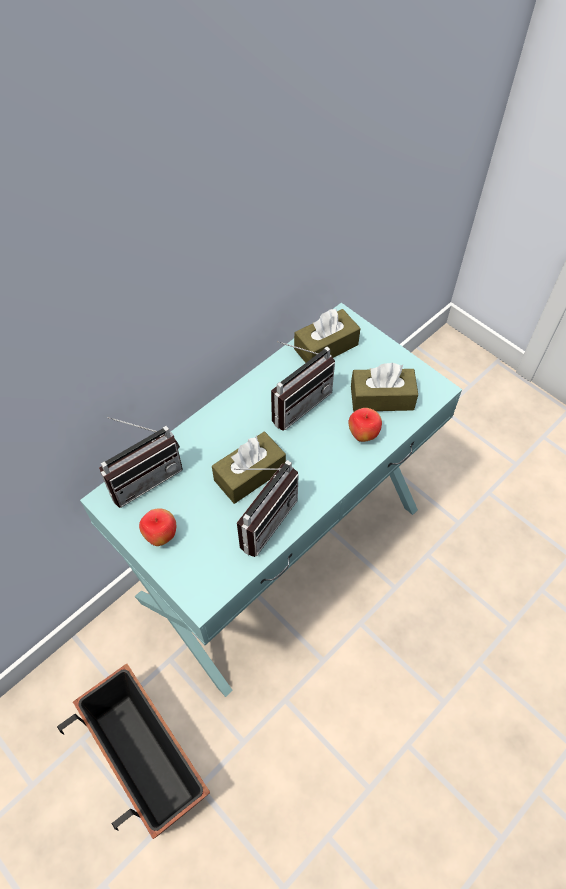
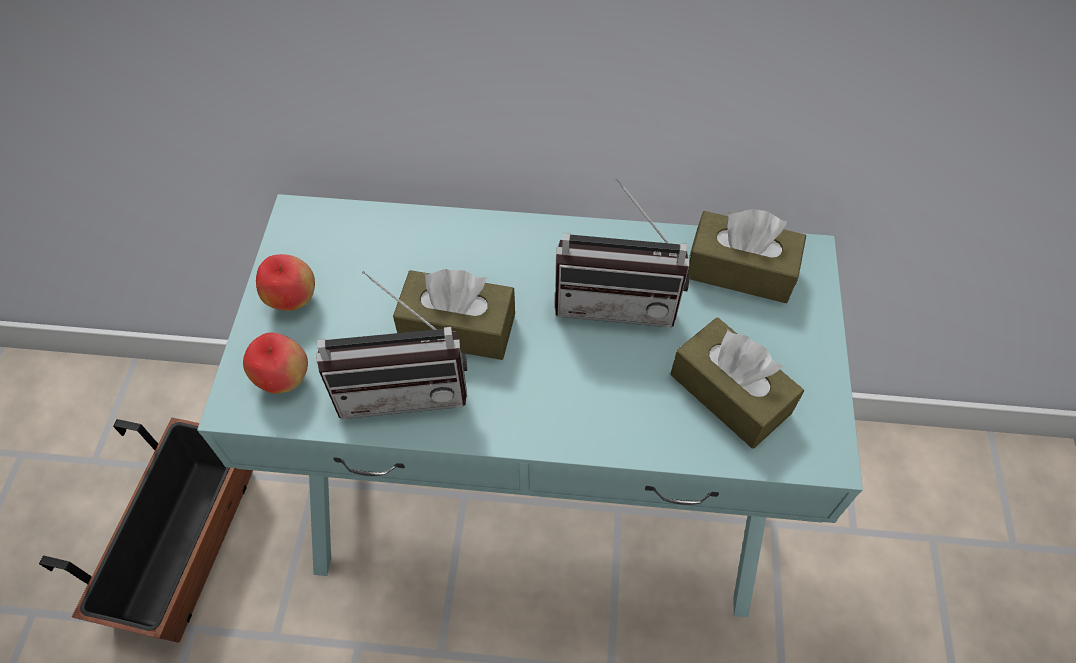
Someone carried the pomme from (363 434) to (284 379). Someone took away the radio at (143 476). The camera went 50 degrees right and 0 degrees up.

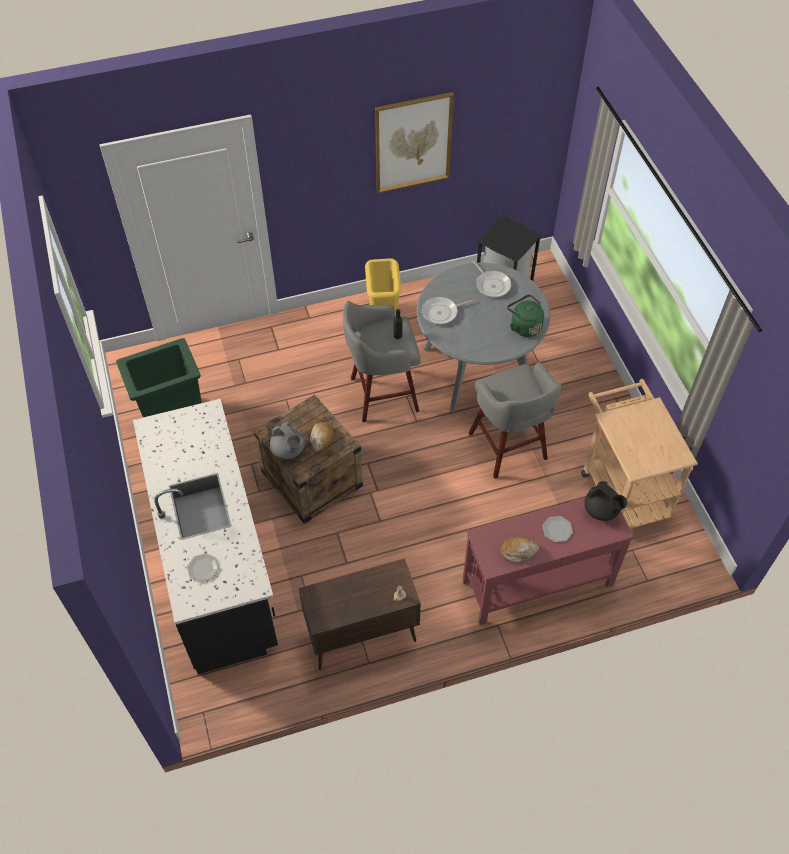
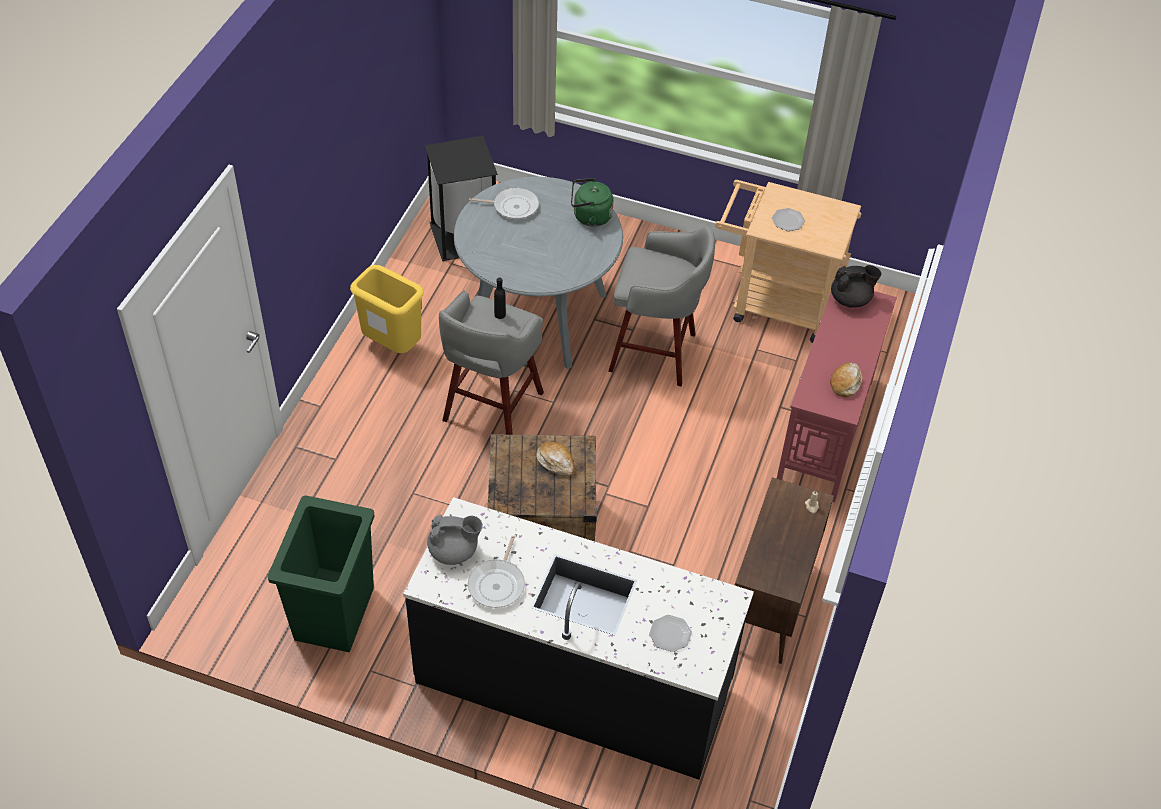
Someone carried the théière [gris] from (288 450) to (454 551). Someone carried the poêle from (442 312) to (498 584). Someone carried the assiette from (557 529) to (788 220). Someone took away the tableau at (413 142). The camera went 55 degrees left and 5 degrees down.

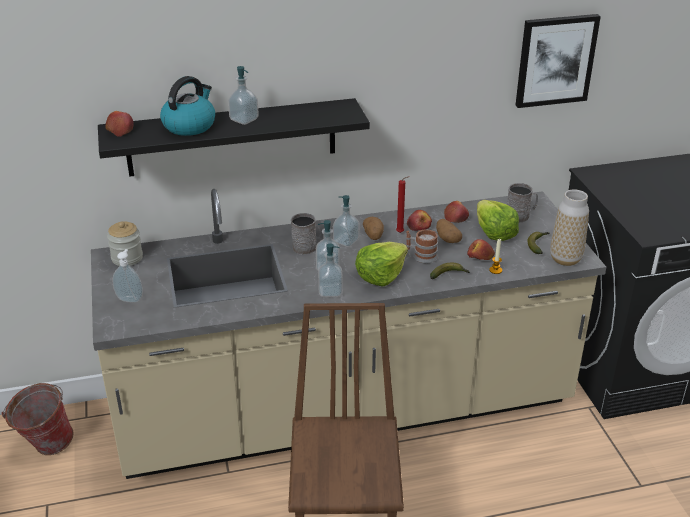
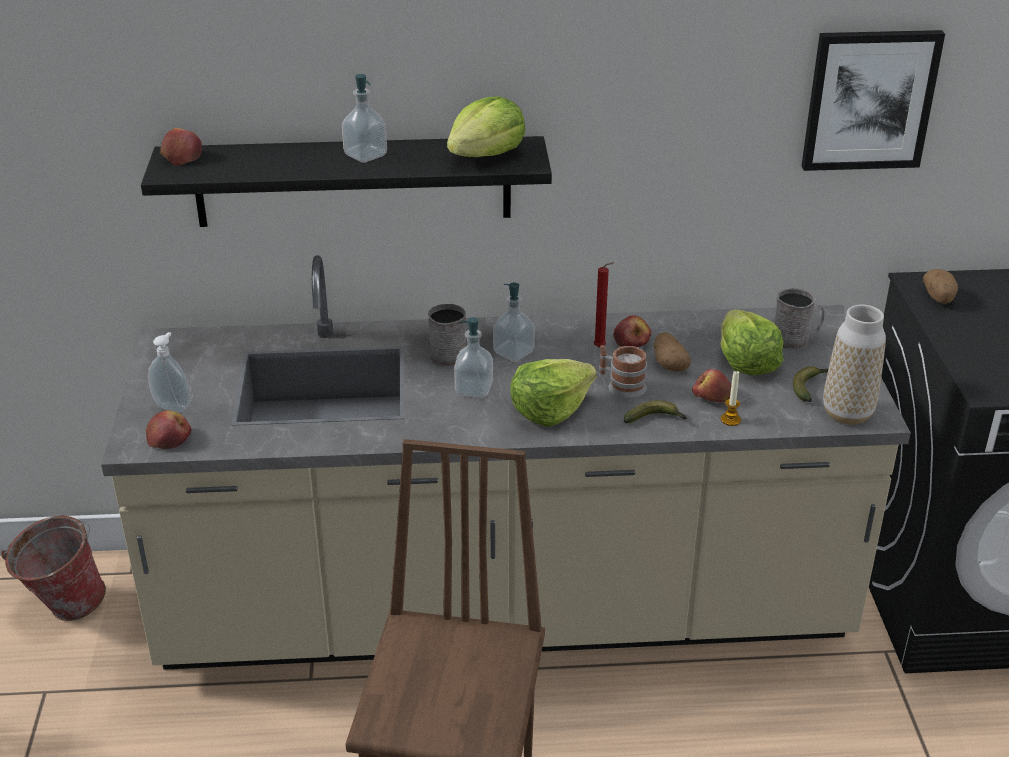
Someone carried the pomme from (456 217) to (170 438). Someone put down the laitue at (486 155). Someone carried the pomme de terre from (373 236) to (939 298). Someone took away the bocal at (127 258). Someone took away the bouilloire at (189 125). Someone took away the distributeur de savon at (330 291). The camera went 10 degrees right and 0 degrees up.

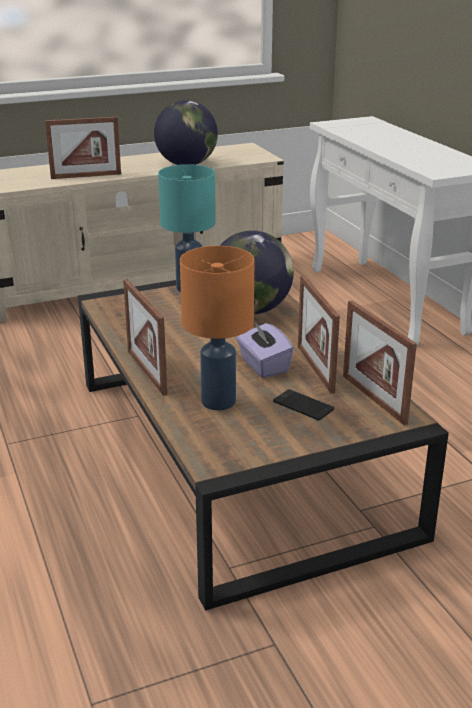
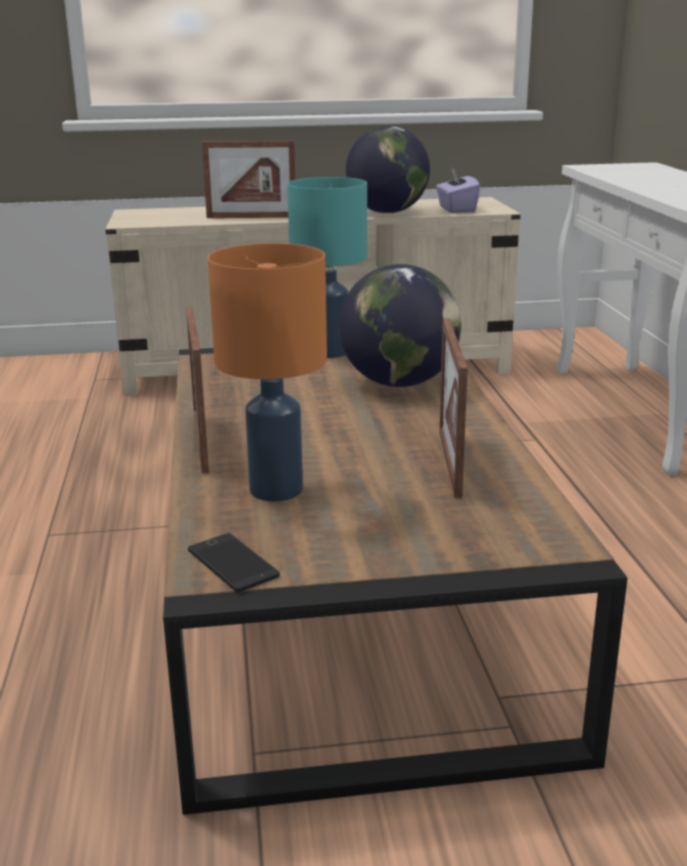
Someone carried the téléphone from (303 405) to (232 563). Someone carried the boîte à mouchoirs [violet] from (263 365) to (456 209). Someone took away the cadre photo at (373 399). The camera went 15 degrees right and 5 degrees down.

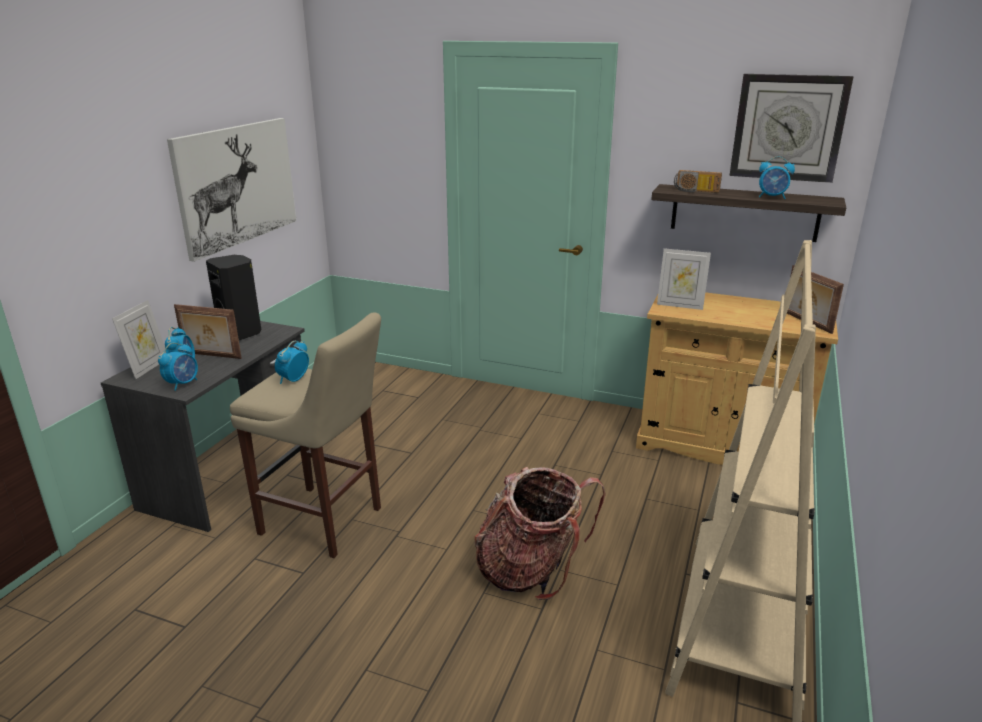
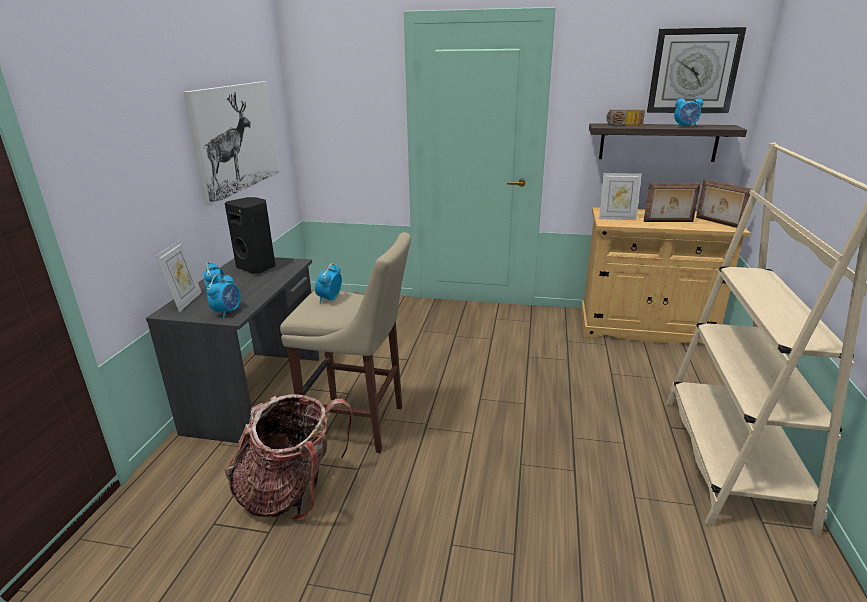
Someone carried the sac à dos from (531 570) to (292 492). Someone carried the cadre photo from (211 356) to (668 222). The camera went 10 degrees left and 0 degrees up.

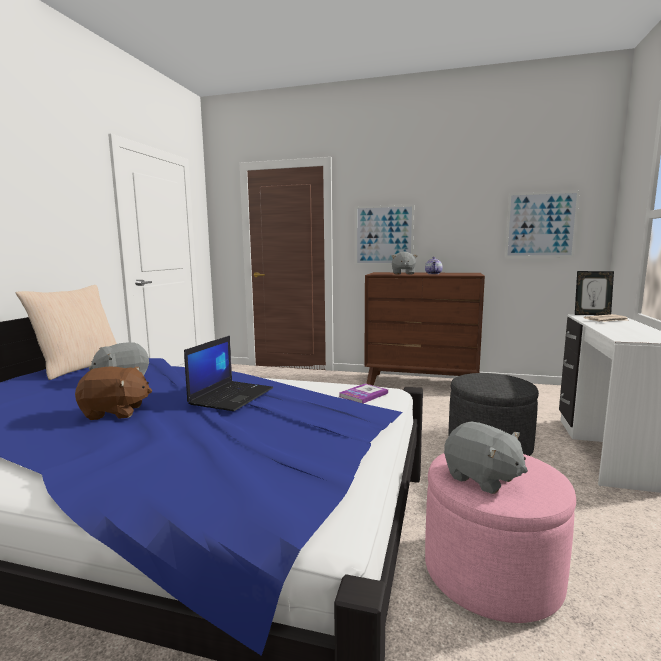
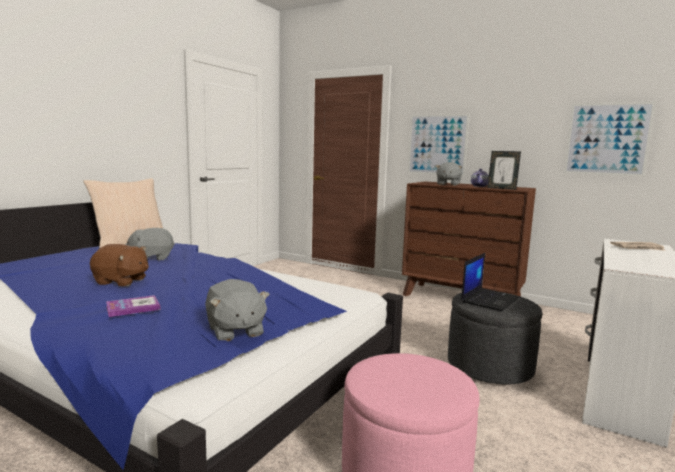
Someone carried the livre from (363 395) to (133 307). Someone carried the peluche [gris] from (482 478) to (235 331). Someone carried the ordinateur portable from (231 396) to (489 299). Someone carried the cadre photo from (591 314) to (502 188). The camera went 15 degrees right and 0 degrees up.

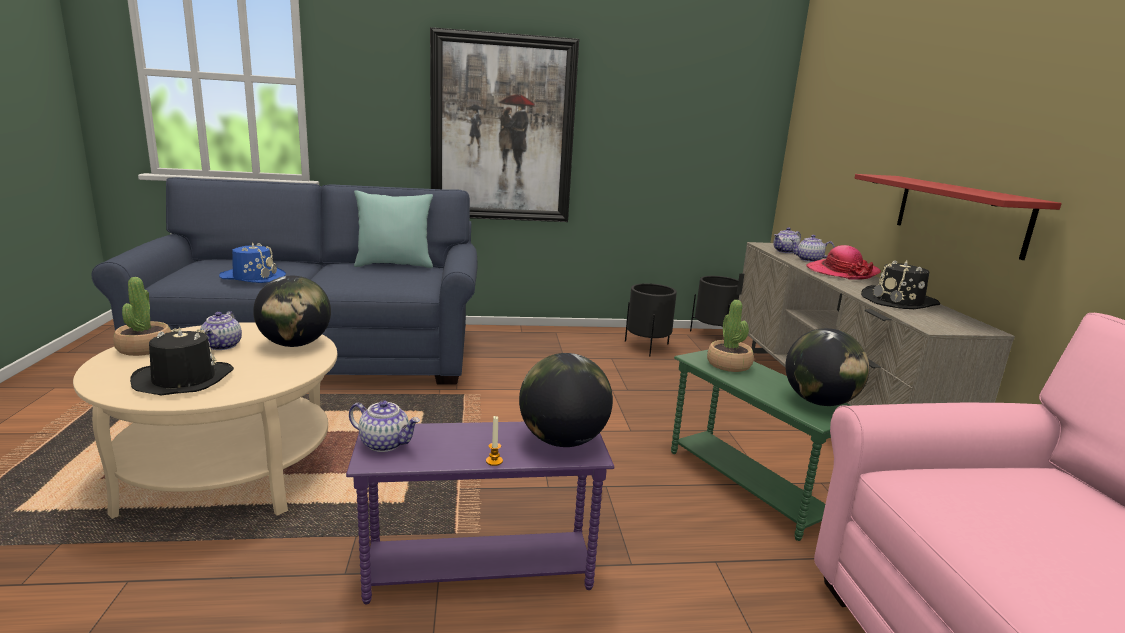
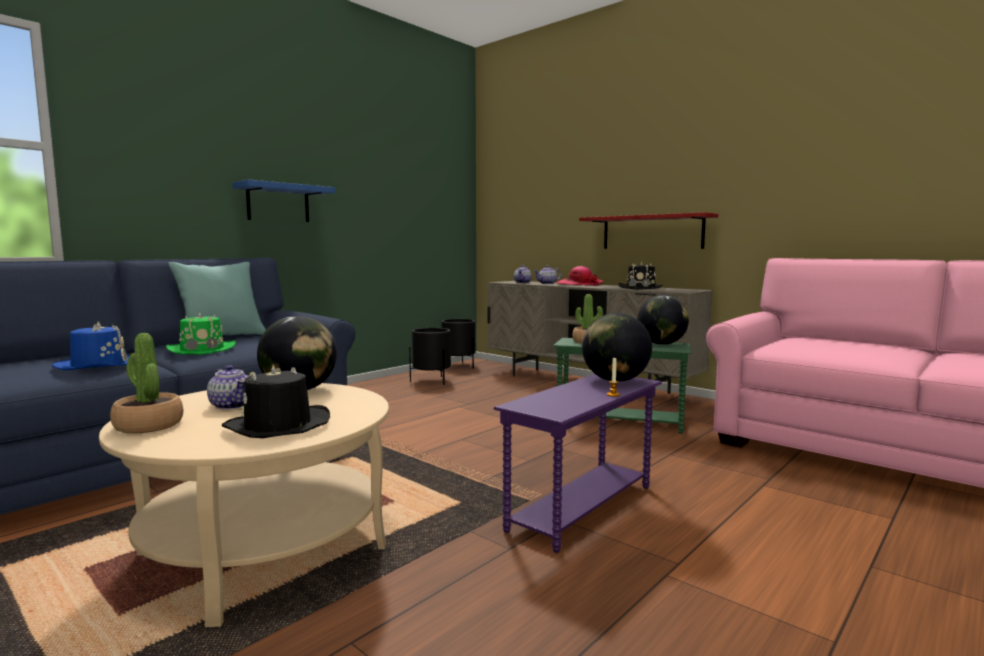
Someone put down the chapeau [vert] at (202 349). Someone swapped the tableau at (502 130) for the étagère [bleu] at (278 203). Someone took away the théière at (385 443). The camera went 40 degrees left and 10 degrees down.

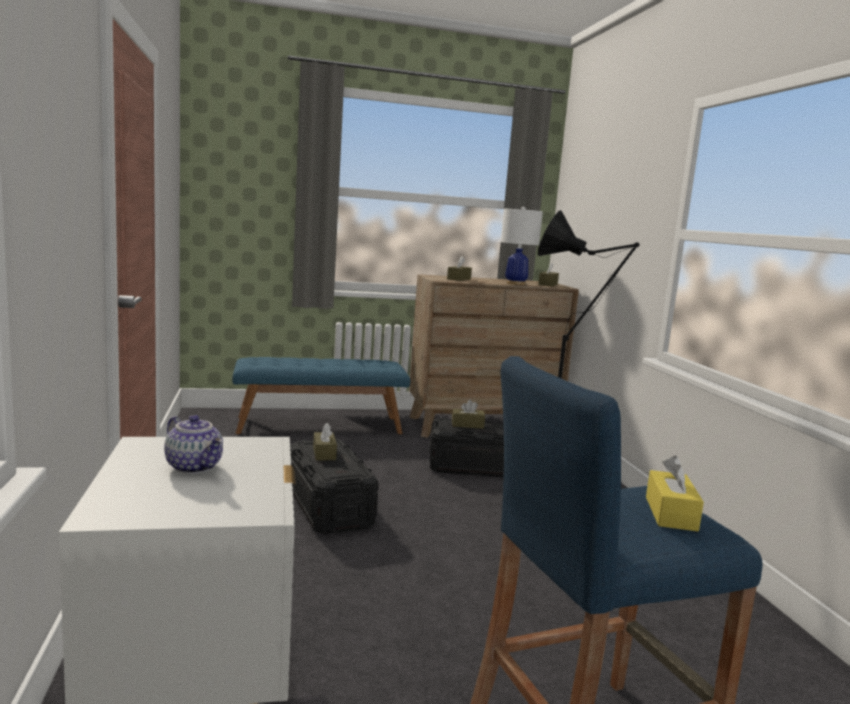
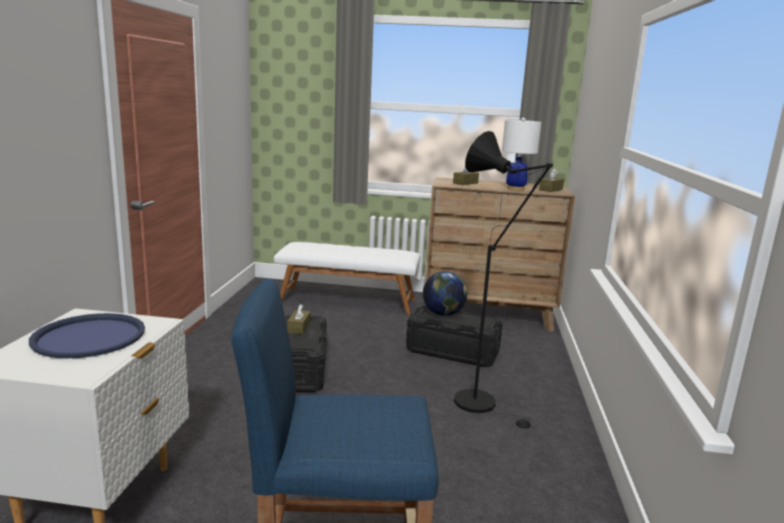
Someone swapped the théière at (195 467) for the plateau [bleu] at (89 337). Someone repainted the banc [bleu] at (319 425), which became the banc [blanc] at (347 300). Someone swapped the boîte à mouchoirs [marron] at (467 425) for the globe at (443 314). Someone took away the boîte à mouchoirs [jaune] at (670 513). The camera went 20 degrees right and 5 degrees up.

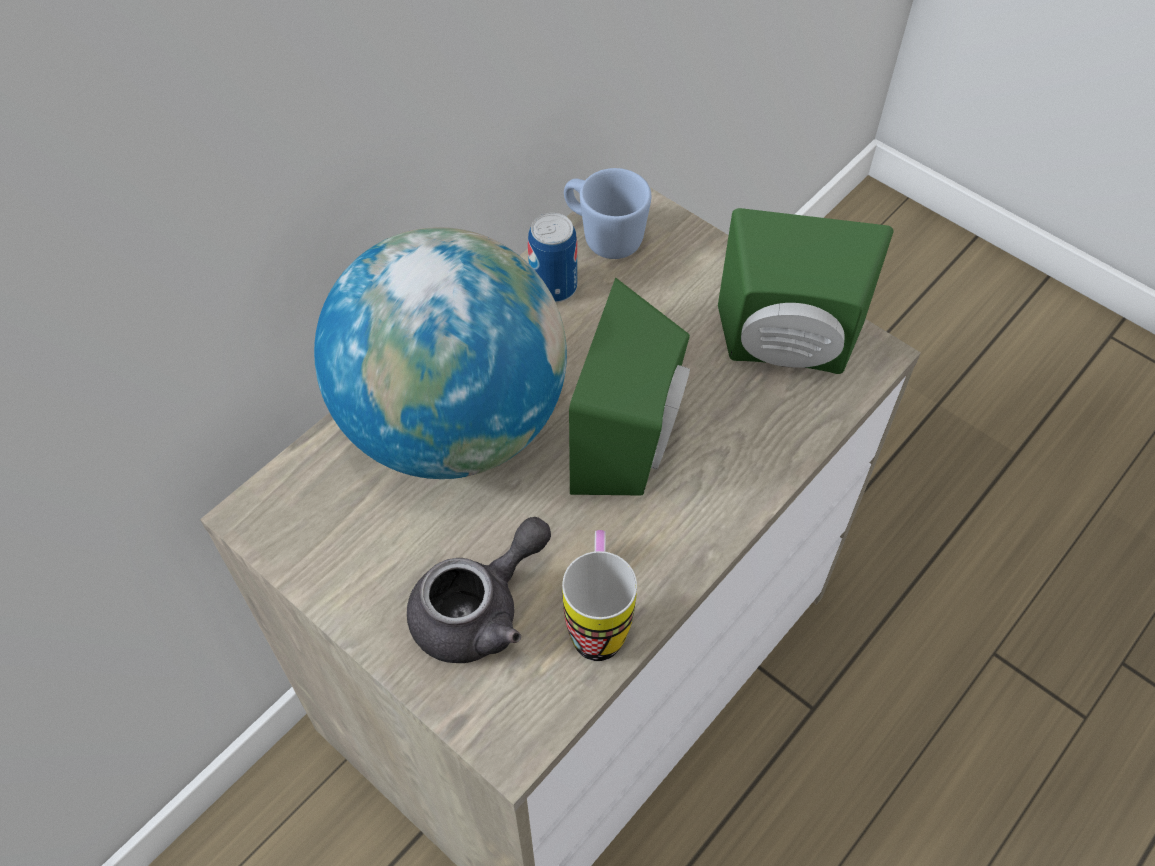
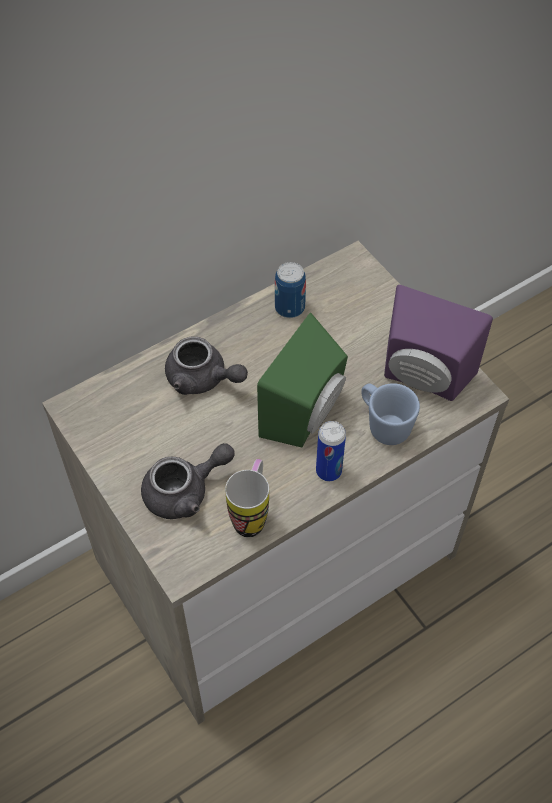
Someone swapped the globe at (453 424) for the théière [gris] at (202 379). Someone put down the boîte métallique at (328 471). Someone carried the mug [bleu] from (603 237) to (383 425). Someone repainted the enceinte [vert] at (786 351), which became the enceinte [violet] at (422 379). The camera went 15 degrees right and 0 degrees up.

